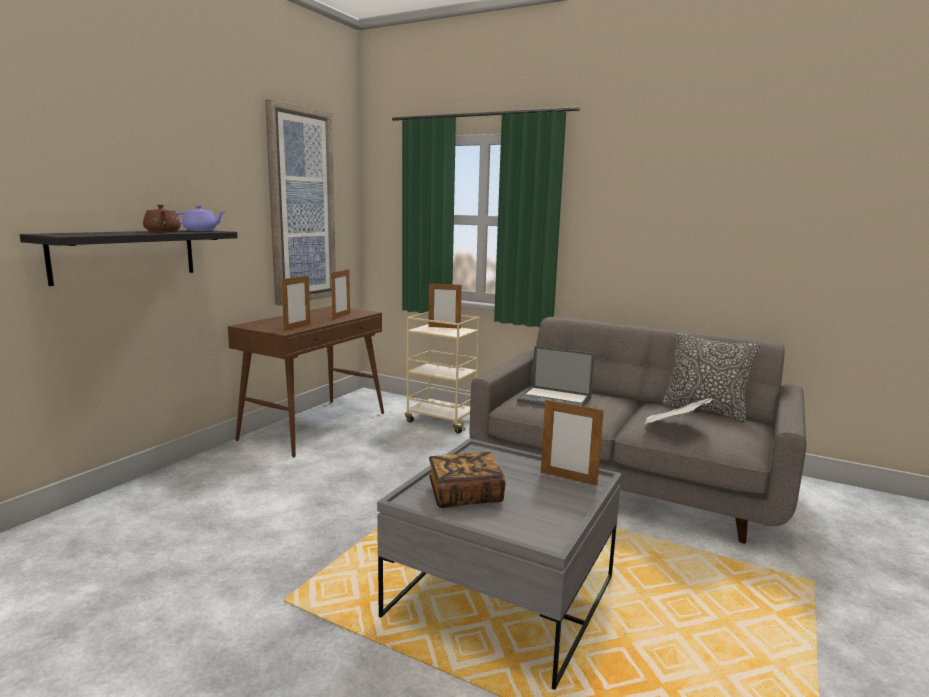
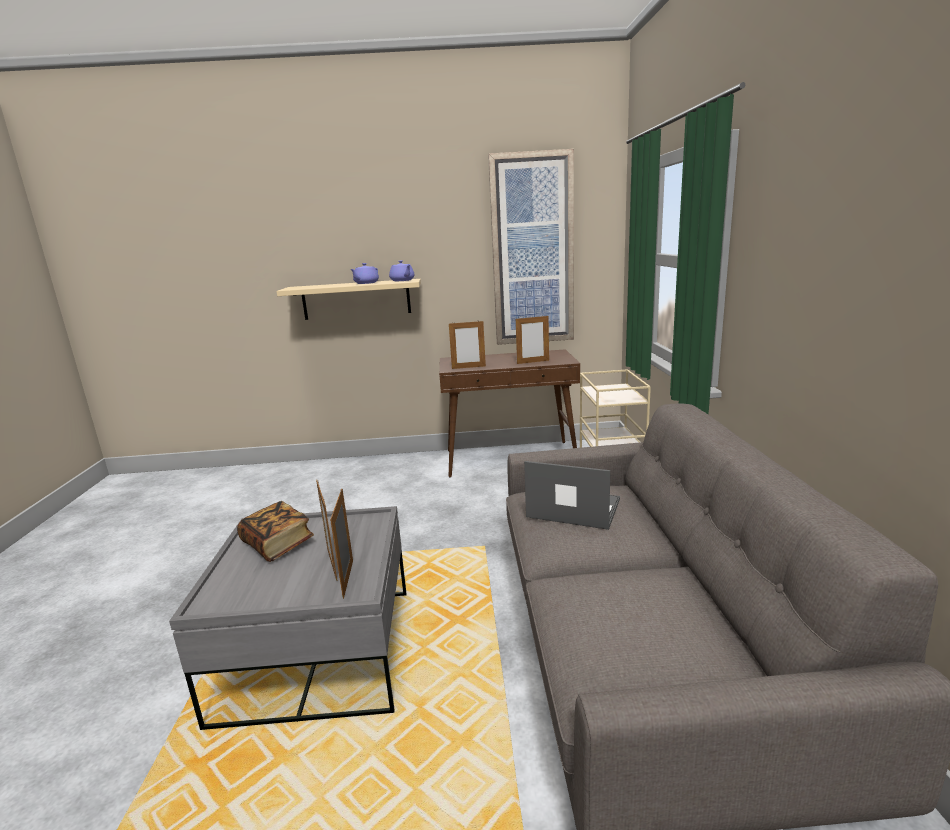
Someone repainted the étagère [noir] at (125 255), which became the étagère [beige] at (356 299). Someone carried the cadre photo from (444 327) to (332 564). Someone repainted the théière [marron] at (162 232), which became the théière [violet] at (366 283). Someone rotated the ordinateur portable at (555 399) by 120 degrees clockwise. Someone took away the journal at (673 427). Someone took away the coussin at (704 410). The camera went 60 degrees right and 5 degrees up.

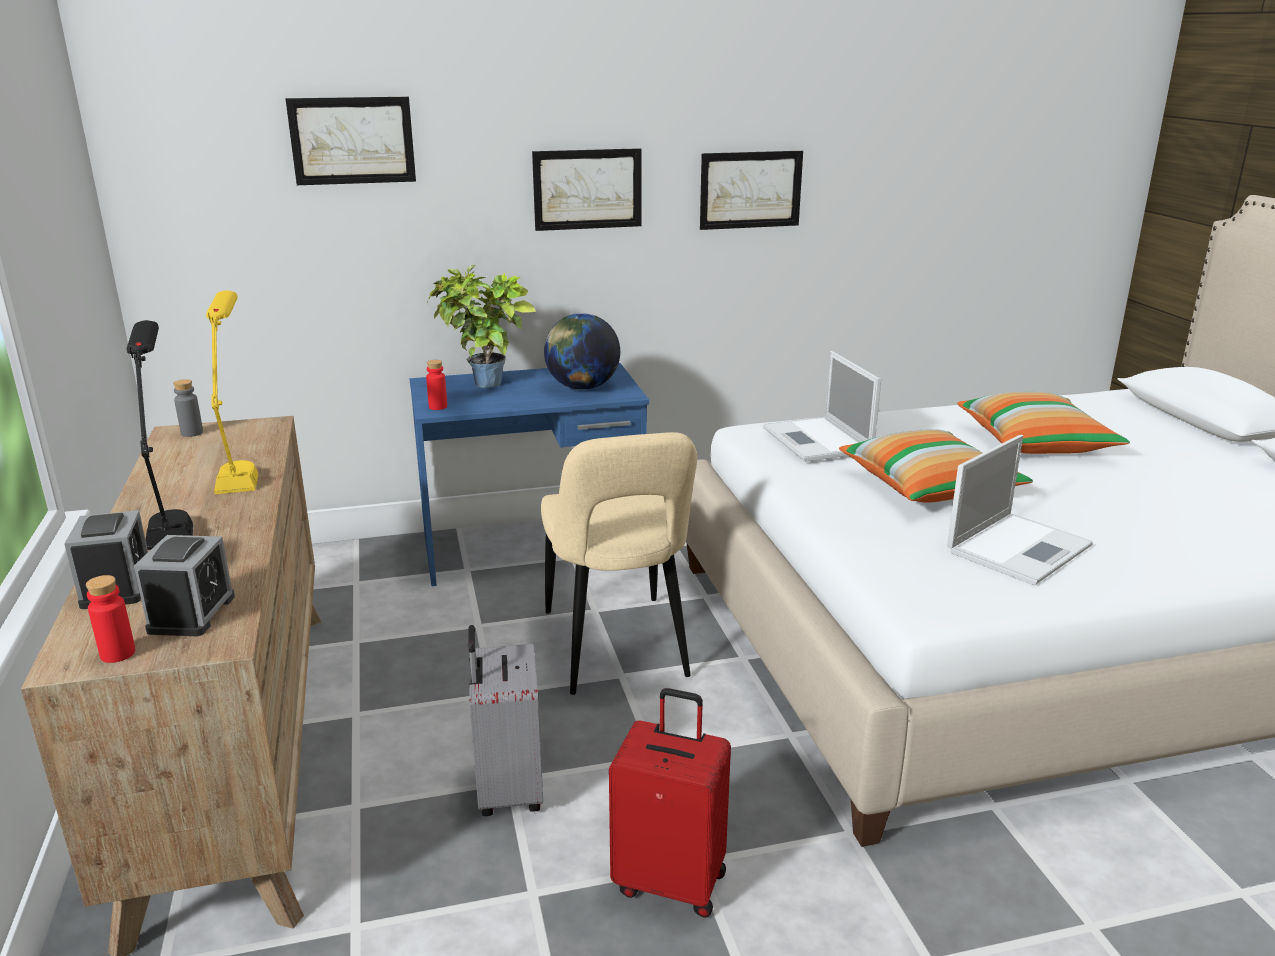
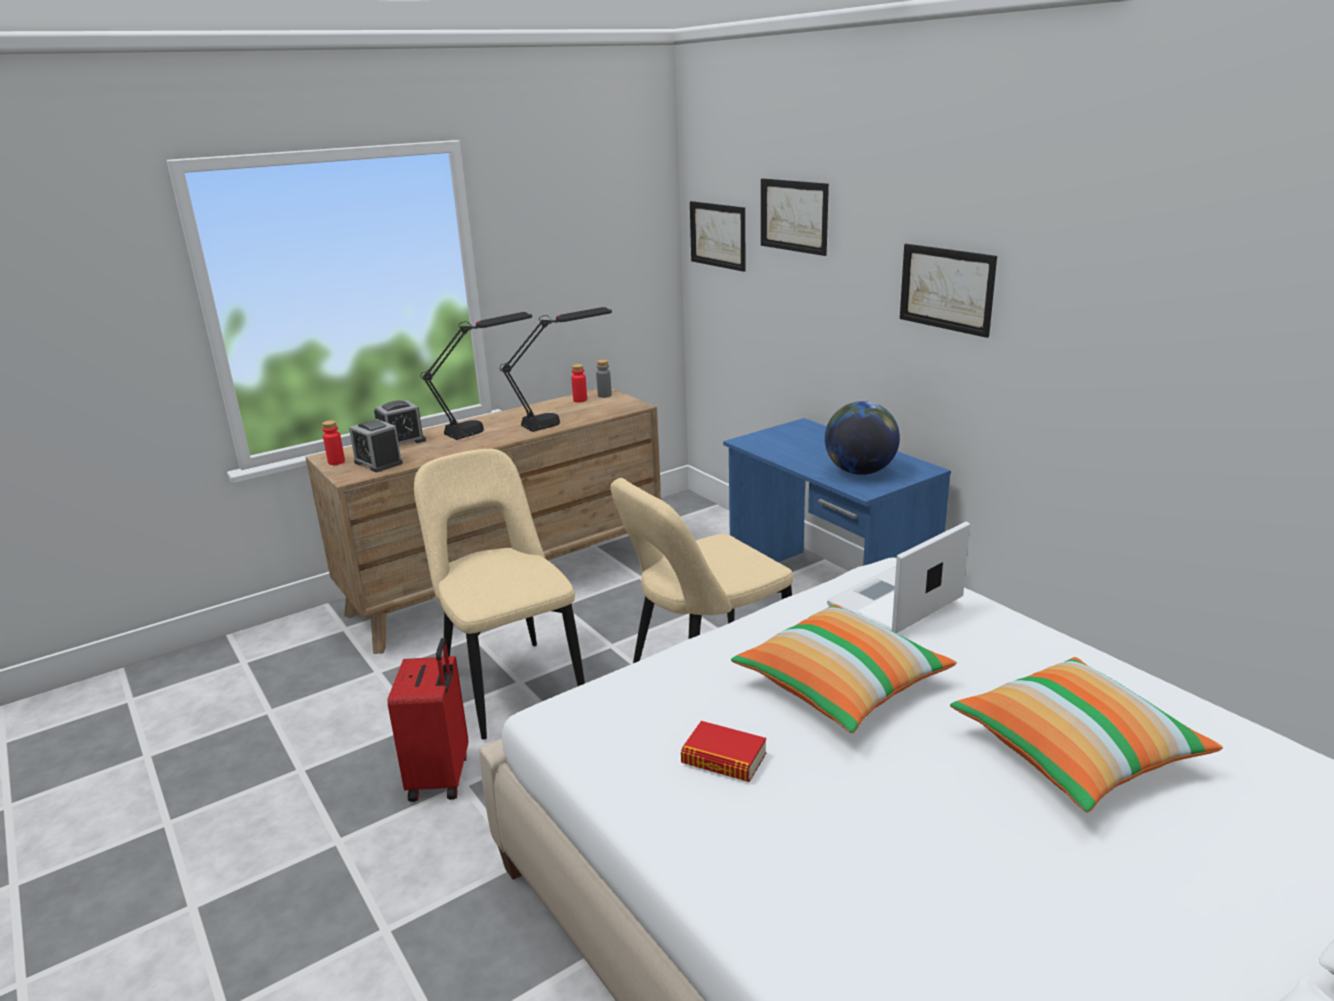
Someone rotated the réveil at (192 613) by 60 degrees clockwise. Someone swapped the valise [gris] at (507 790) for the chaise [beige] at (509 684). Someone repainted the lampe de table [jaune] at (241 466), which became the lampe de table [noir] at (563 419). Someone carried the bouteille [rouge] from (438 407) to (580 400). Someone swapped the ordinateur portable at (1019 548) for the livre at (723 759). Someone carried the tableau from (750 190) to (718 235). Someone took away the plante en pot at (483 386). The camera went 70 degrees right and 0 degrees up.

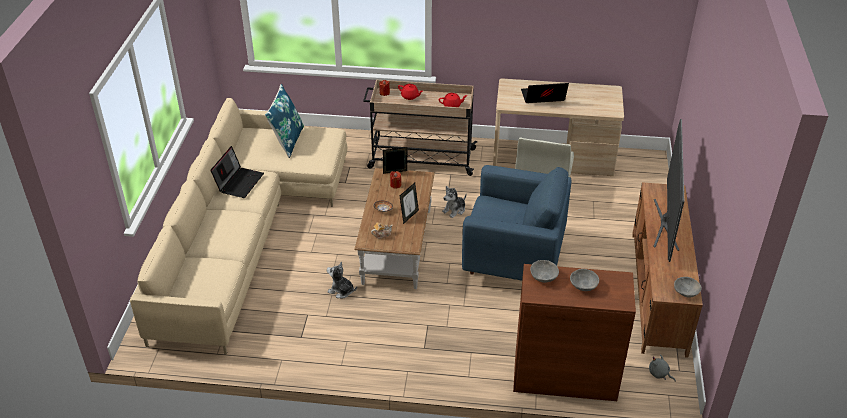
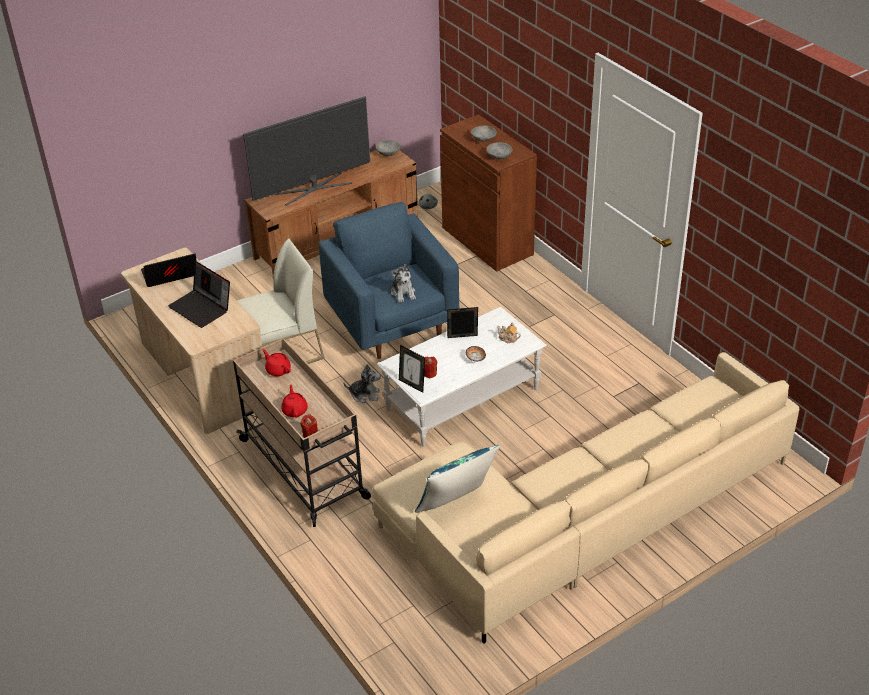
Someone carried the ordinateur portable from (239 182) to (169 276). Someone repainted the table basse [marron] at (397 246), which became the table basse [blanc] at (462 399). Someone carried the peluche from (341 291) to (403 293). The camera went 130 degrees left and 0 degrees up.

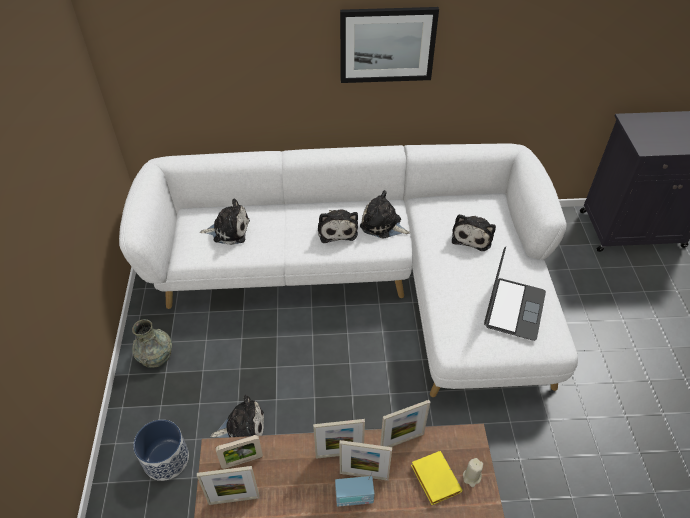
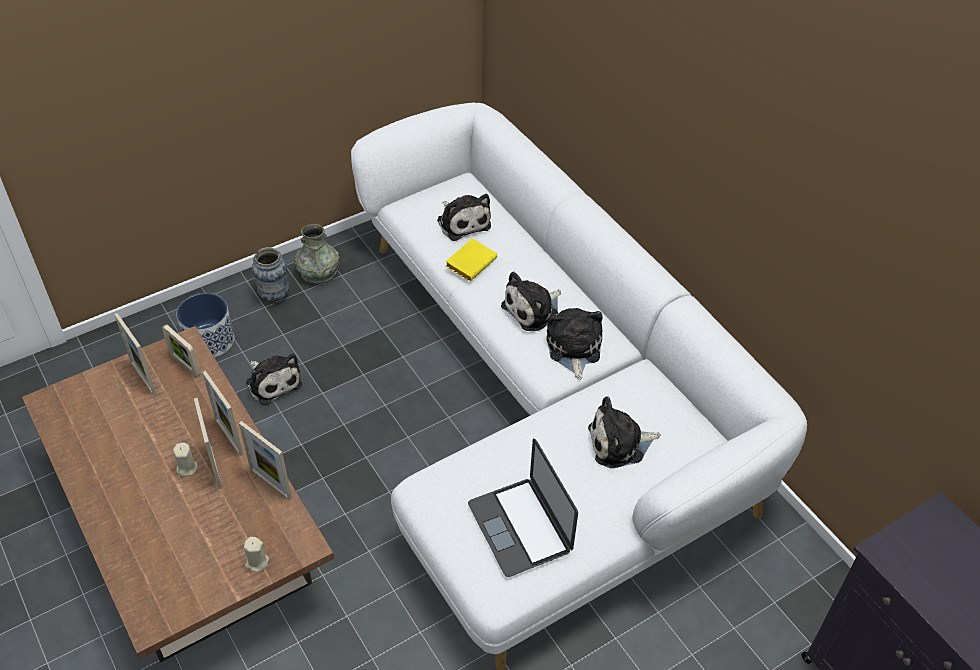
Someone swapped the radio at (354 497) for the bougie [beige] at (186 468). Someone put down the vase at (274 296). Someone carried the livre [jaune] from (433 478) to (471 262). Someone rotated the ordinateur portable at (514 308) by 75 degrees clockwise. Someone took away the tableau at (387 45). The camera went 60 degrees right and 0 degrees up.

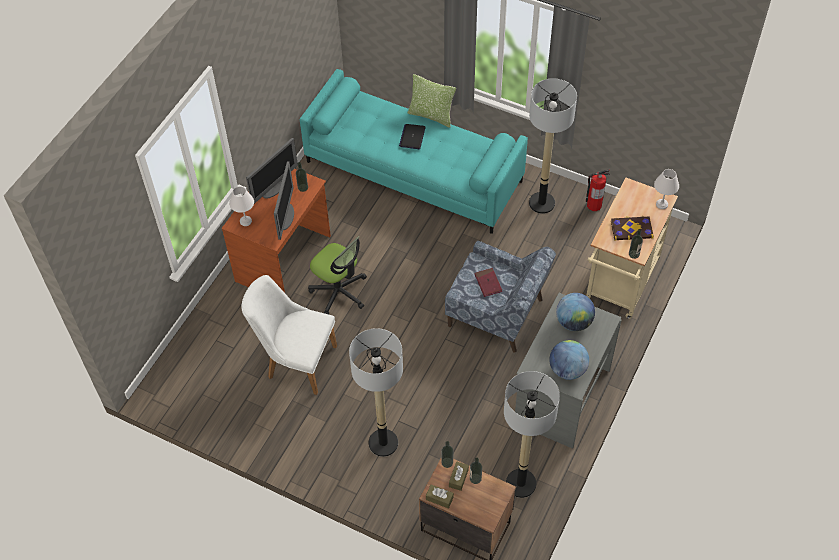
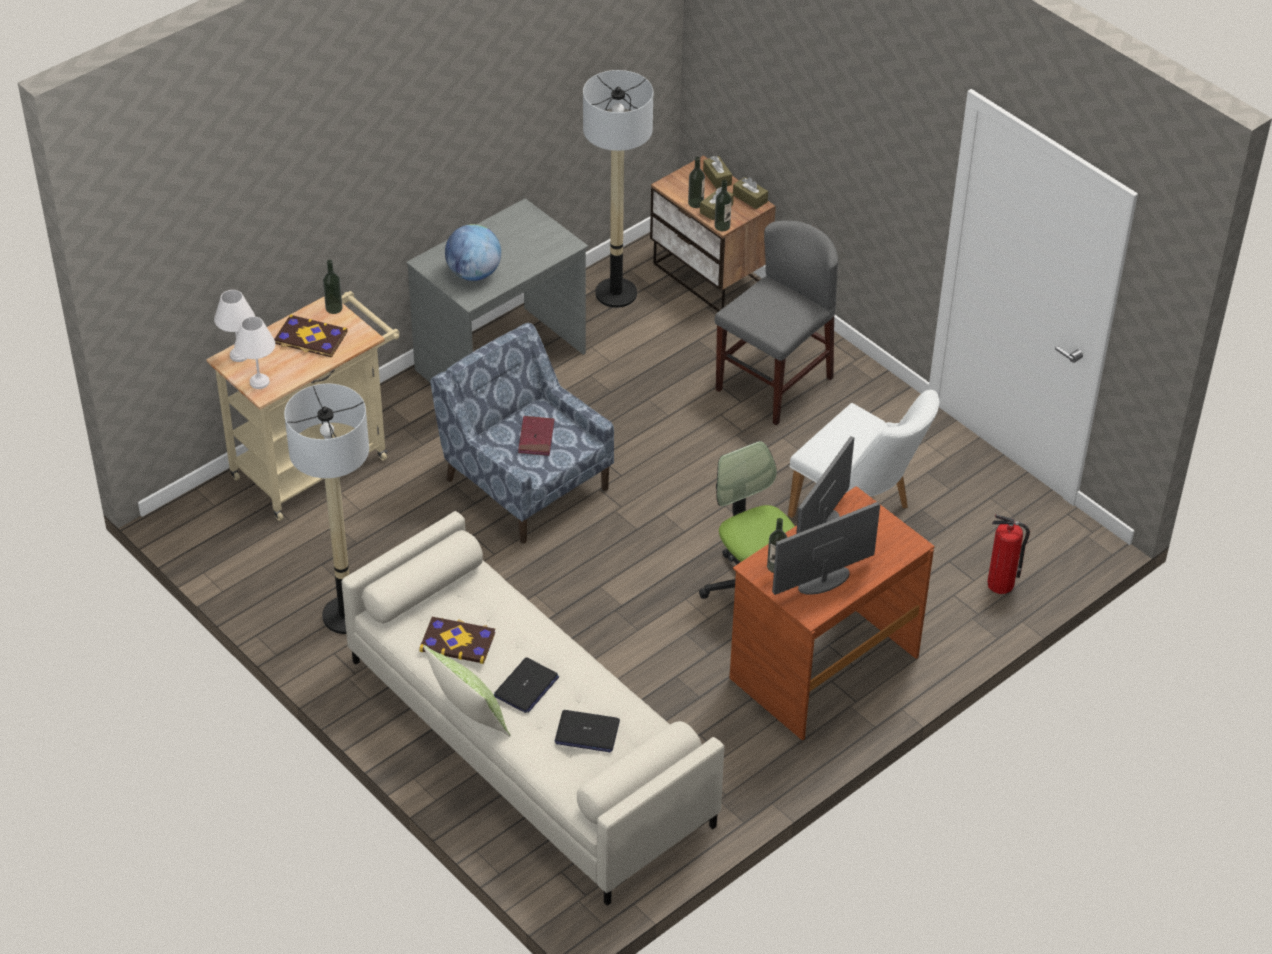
Someone carried the lampe de table [blanc] from (245 221) to (260 382). Someone repainted the canapé [turquoise] at (414 171), which became the canapé [beige] at (527 742). Someone put down the livre at (458 641). Someone put down the ordinateur portable at (587 732). Someone put down the boîte à mouchoirs [marron] at (717 178). Someone swapped the lampadaire at (383 443) for the chaise [gris] at (774 384). Someone carried the extincteur from (593 205) to (1001 584). Someone took away the globe at (567 369). The camera went 160 degrees left and 10 degrees down.

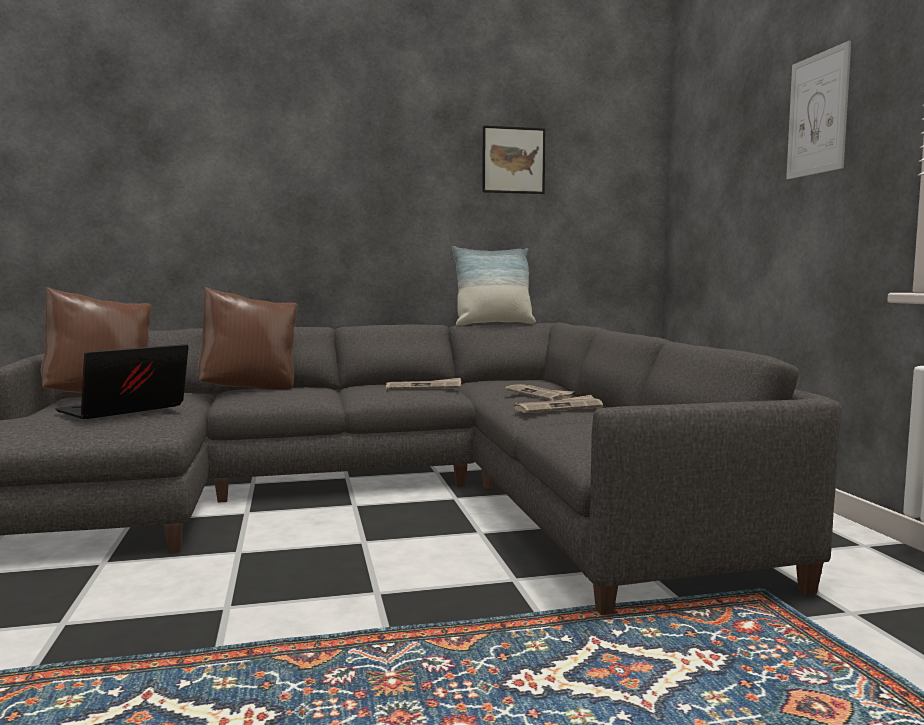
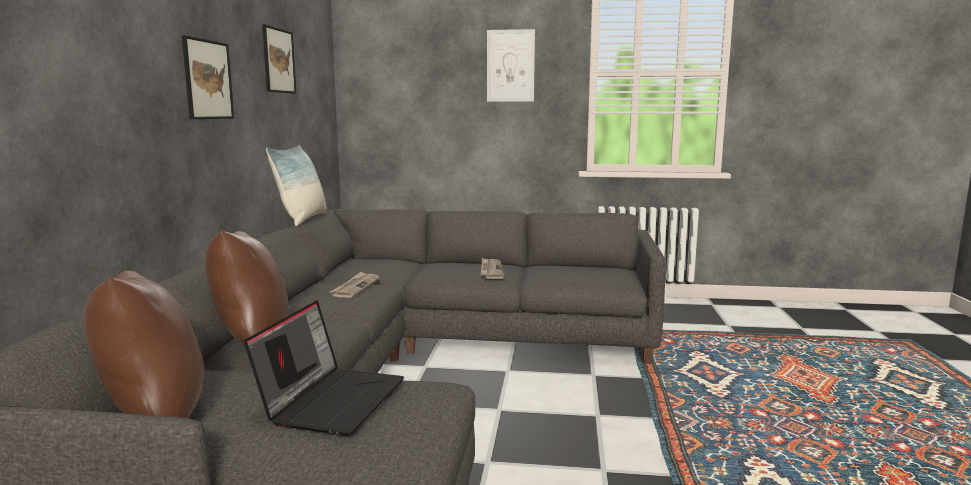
Someone put up the tableau at (208 79). Someone rotated the ordinateur portable at (123 410) by 135 degrees counterclockwise. Someone took away the journal at (539 395). The camera went 70 degrees left and 5 degrees up.

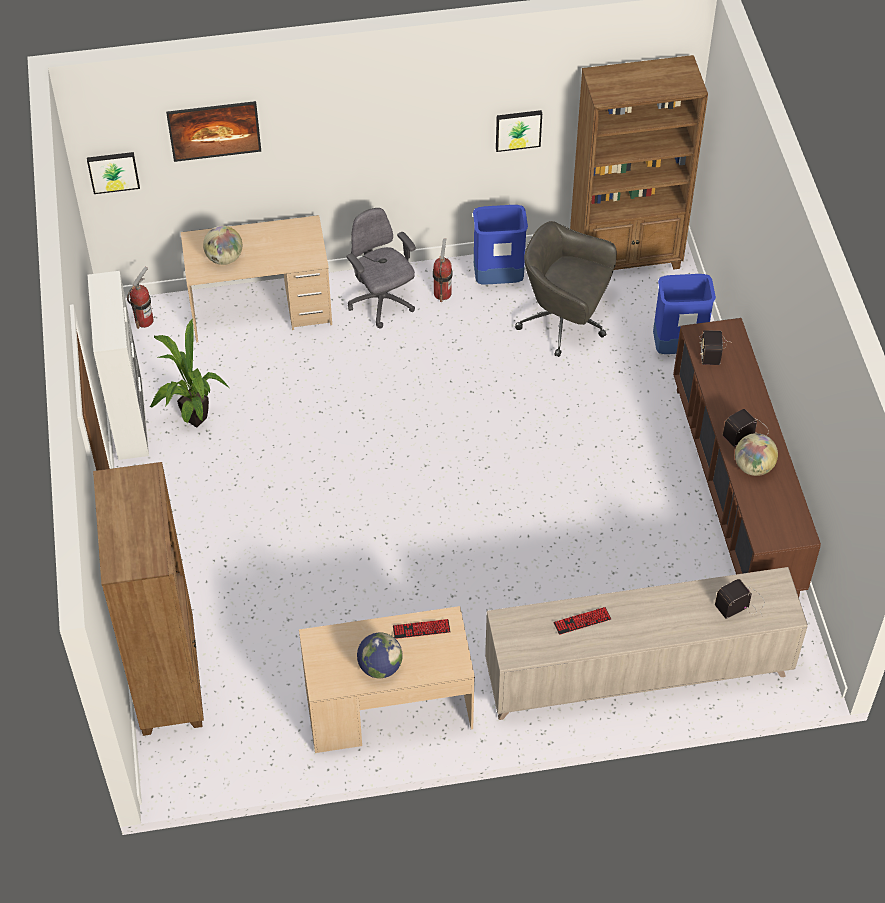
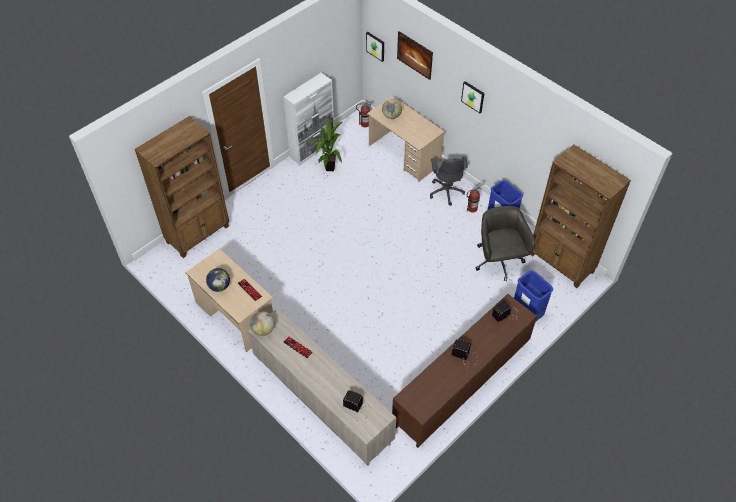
Someone carried the globe from (753 467) to (263 329). Someone rotated the chaise de bureau [gris] at (382 303) by 150 degrees clockwise. Someone carried the tableau from (518 129) to (473 96). The camera went 55 degrees right and 0 degrees up.

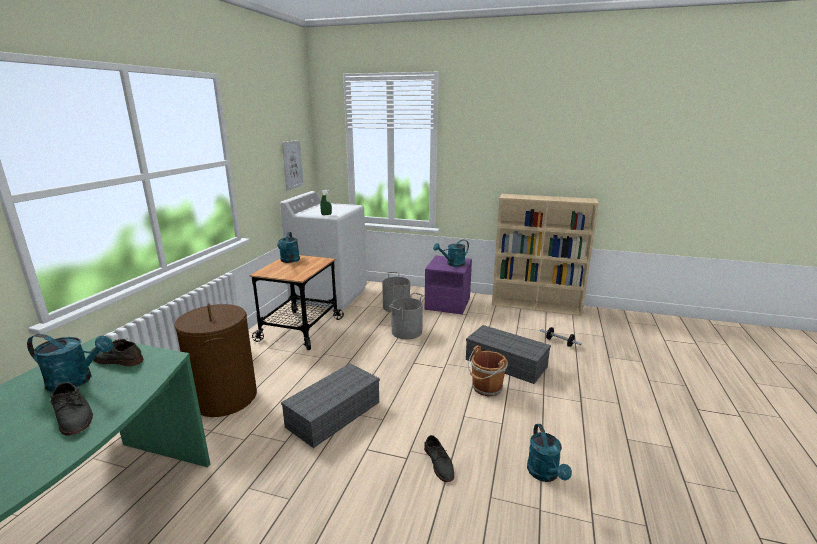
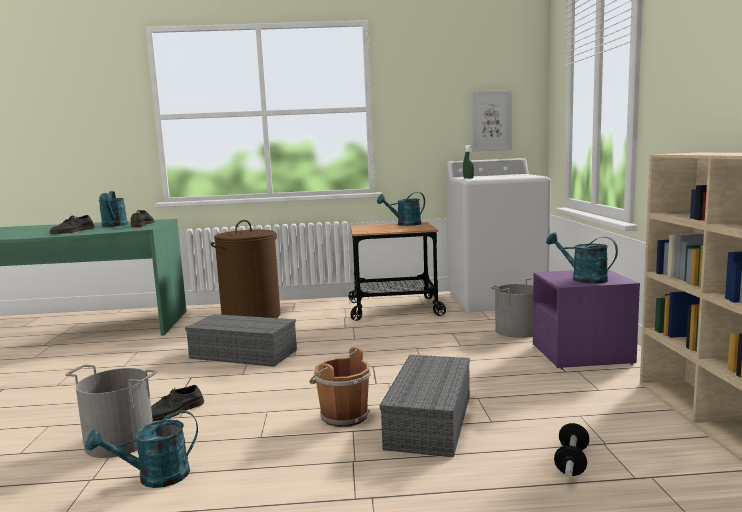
Someone carried the seau [gris] from (406 331) to (120 440). The camera went 70 degrees right and 10 degrees down.

